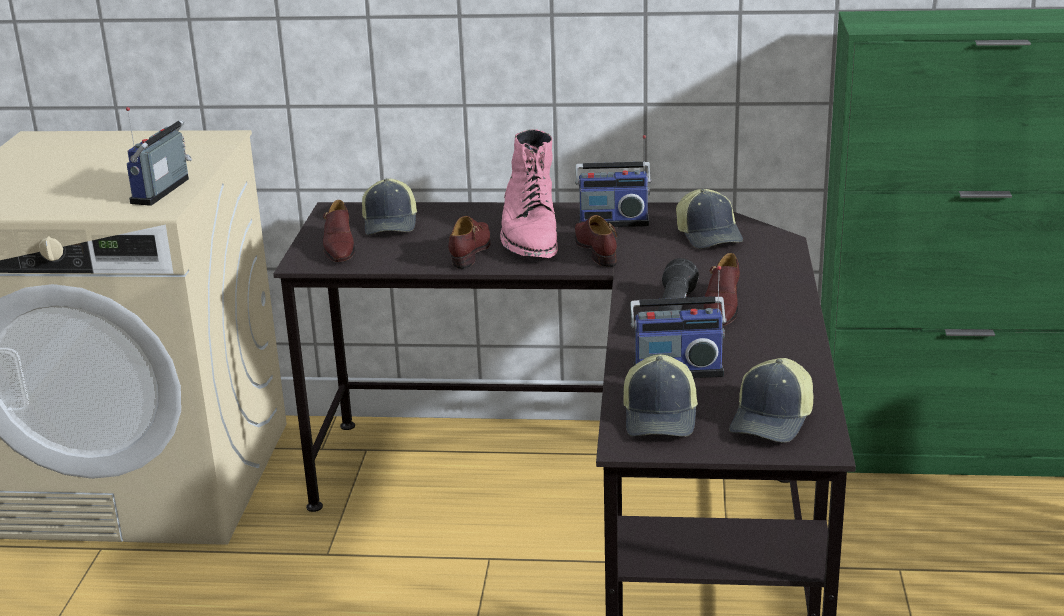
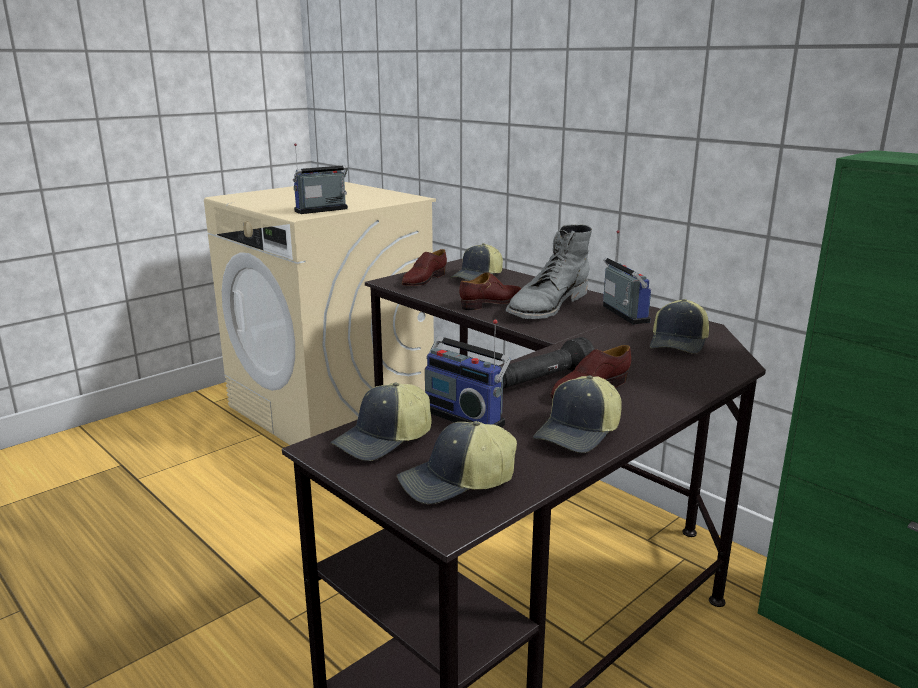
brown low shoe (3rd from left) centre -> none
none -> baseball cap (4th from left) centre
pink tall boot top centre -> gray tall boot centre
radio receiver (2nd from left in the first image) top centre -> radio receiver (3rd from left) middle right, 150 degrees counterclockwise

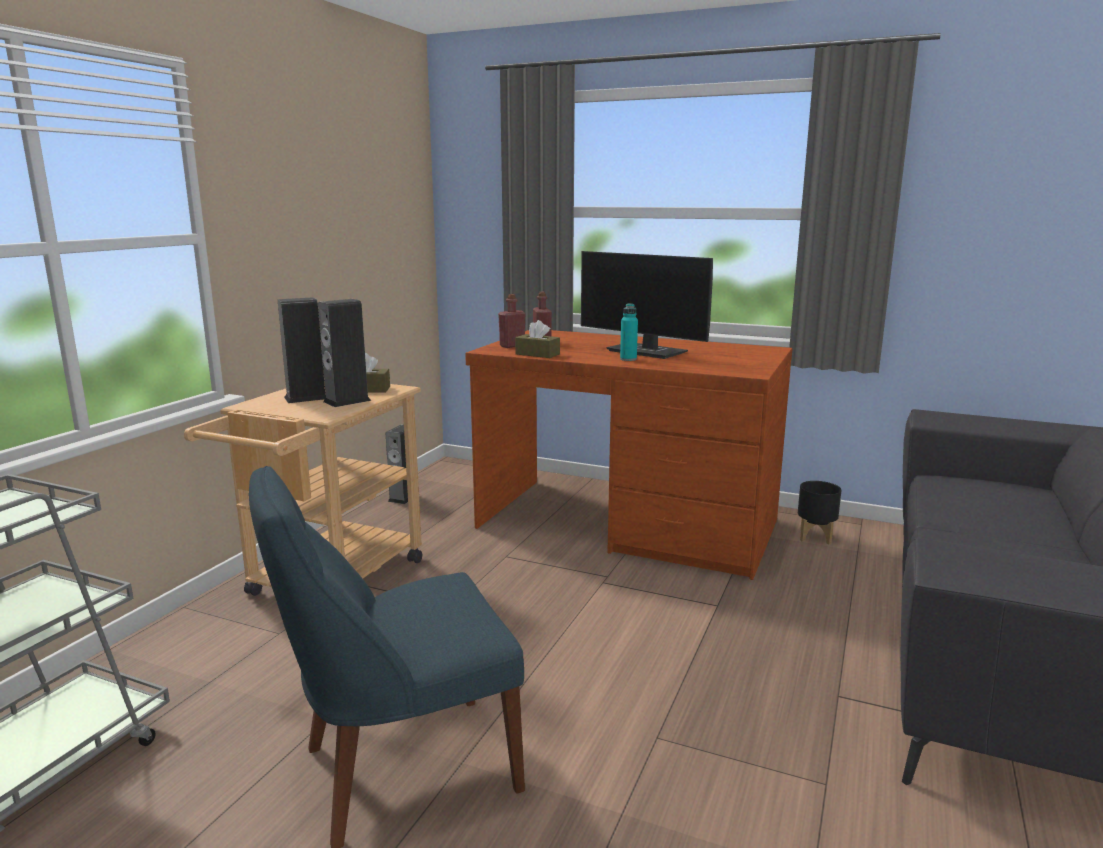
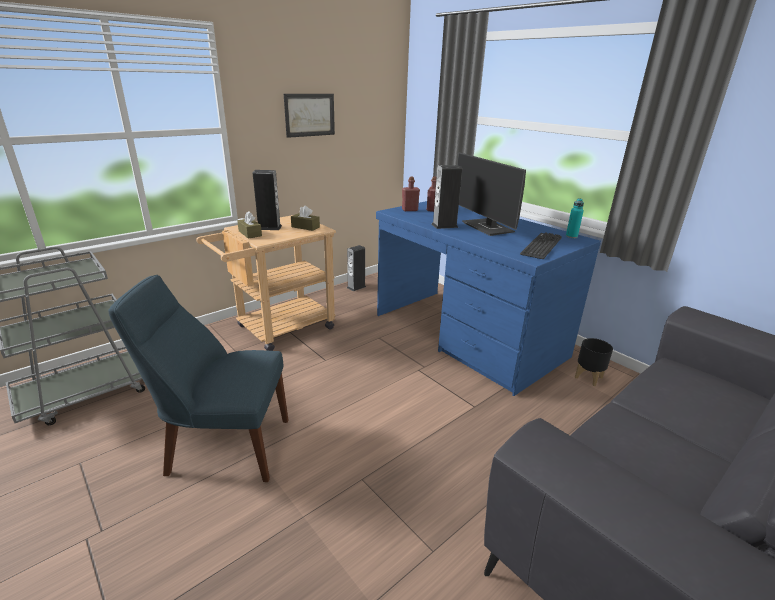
none -> picture top centre
none -> keyboard middle right
speaker (2nd from left in the first image) middle left -> speaker (3rd from left) top centre, move
brown box of tissues (2nd from left in the first image) centre -> brown box of tissues (1st from left) middle left, move
blue-green drink bottle centre -> blue-green drink bottle middle right, move
brown desk unit centre -> bluish desk unit centre

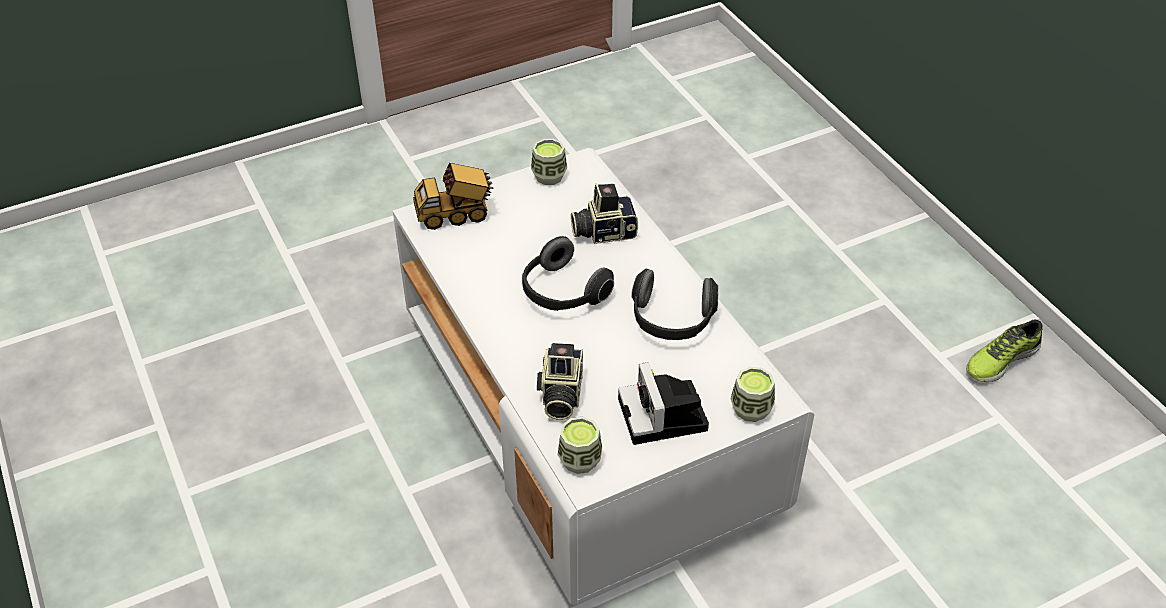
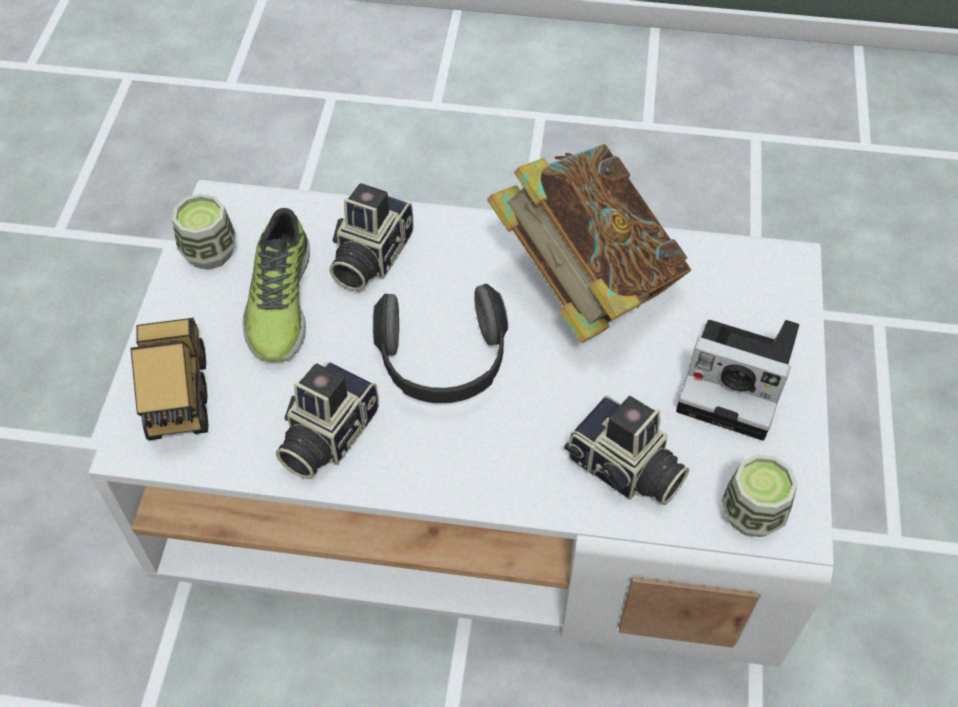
cup (3rd from left) centre -> none
none -> photo camera (1st from left) centre
low shoe middle right -> low shoe middle left, move
headset (2nd from left) centre -> book centre
model truck top centre -> model truck middle left, 150 degrees clockwise

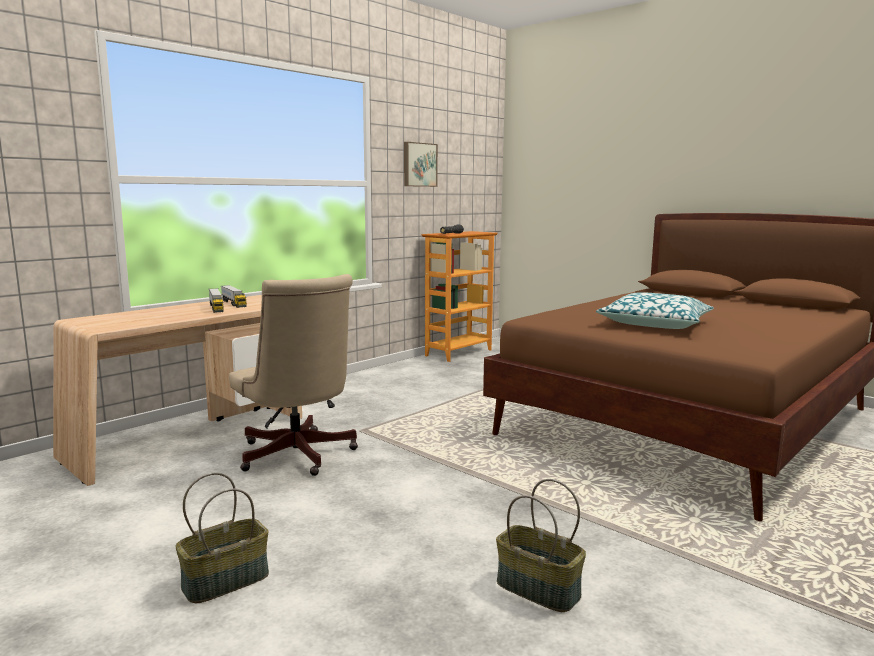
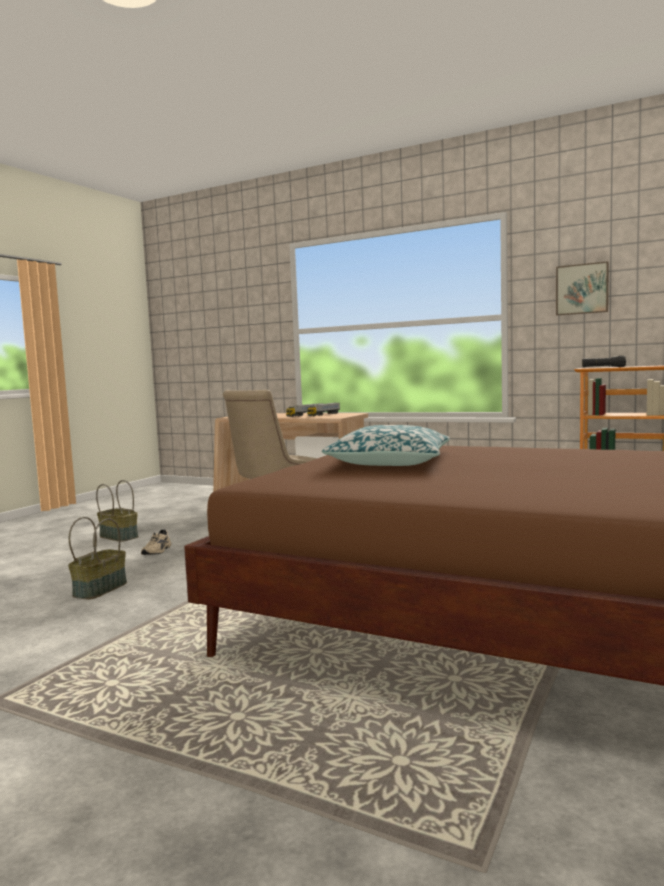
none -> beige-coloured low shoe middle left

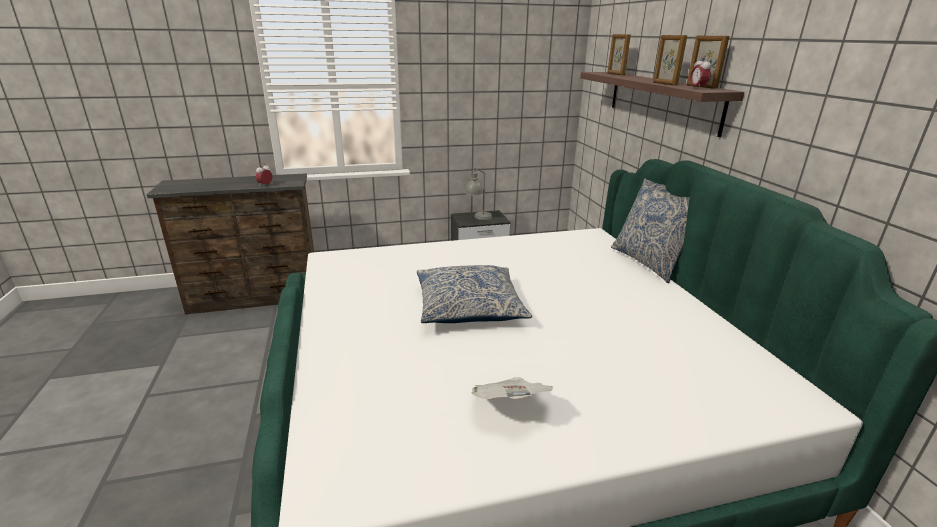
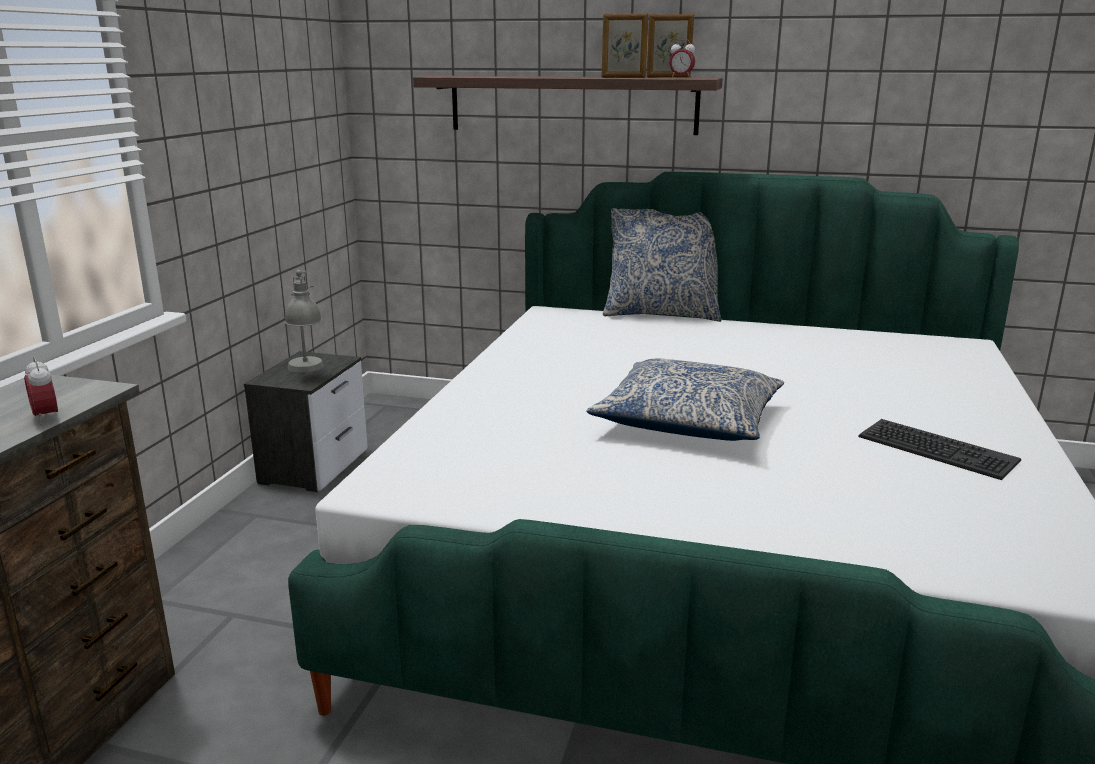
photo frame (1st from left) top centre -> none
daily paper bottom centre -> keyboard middle right

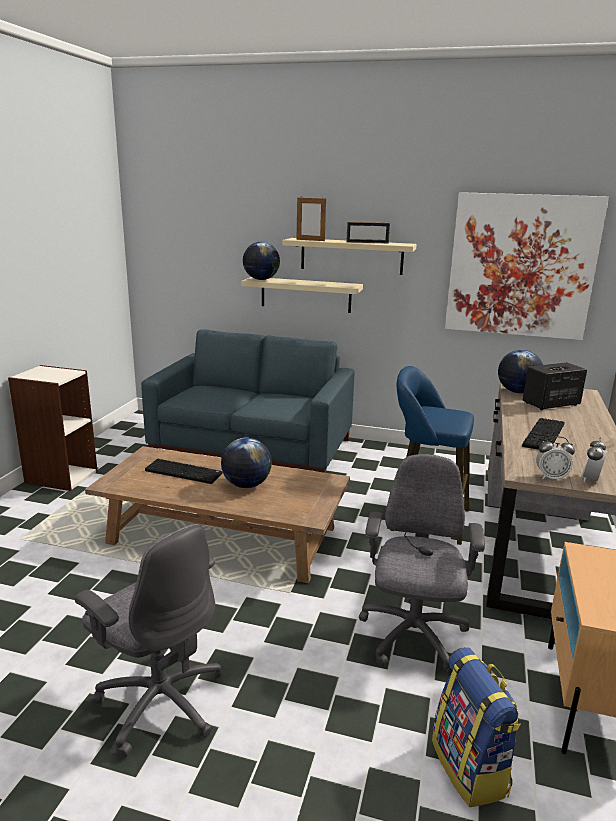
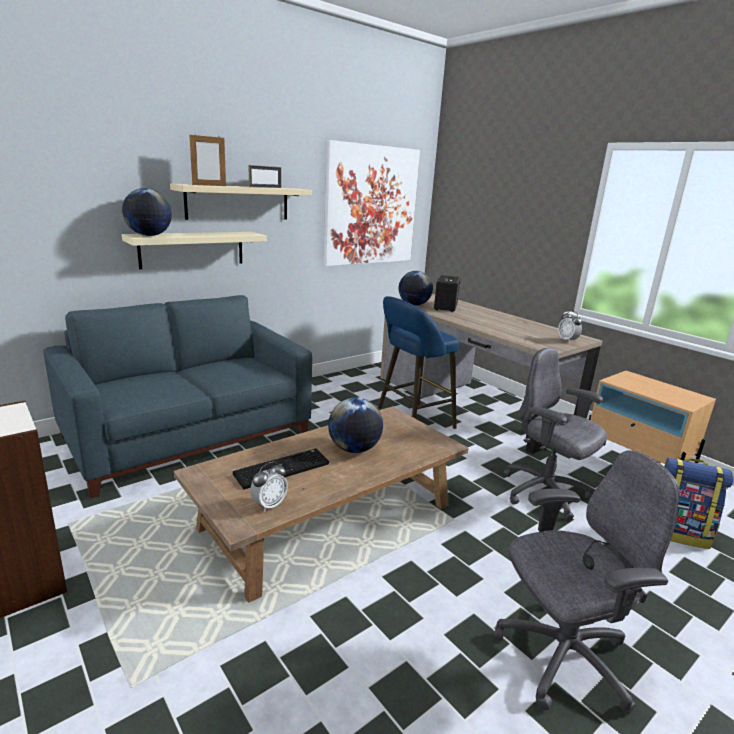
keyboard (2nd from left) middle right -> none
table clock (1st from left) middle right -> table clock (1st from left) centre, move

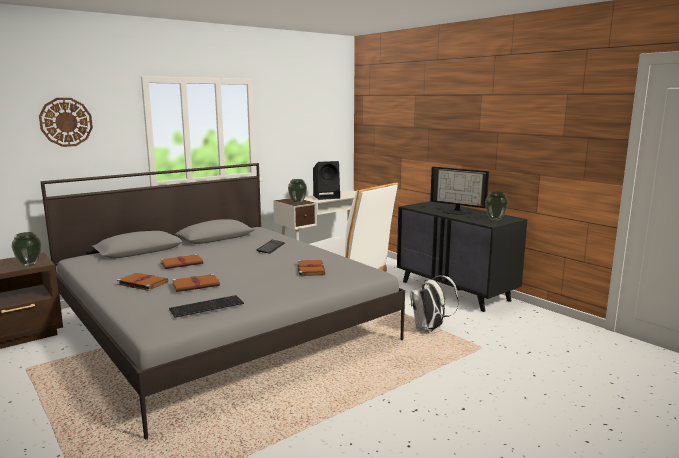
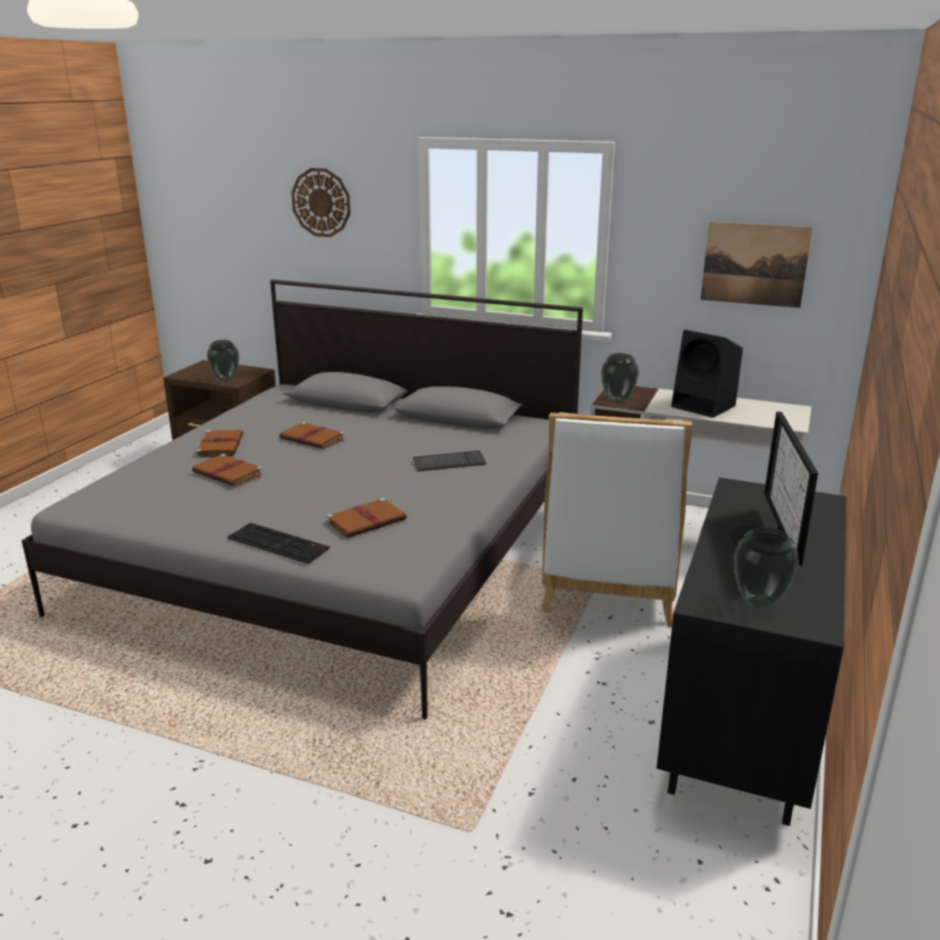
whitish backpack centre -> none
none -> picture top right
keyboard (1st from left) bottom left -> keyboard (1st from left) middle left, move

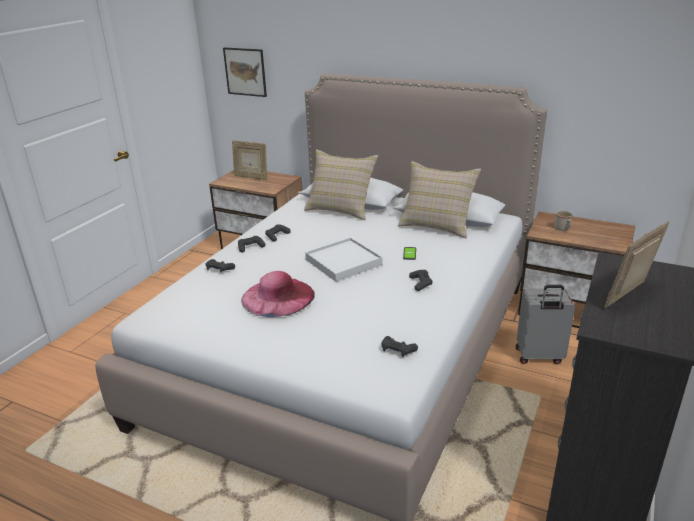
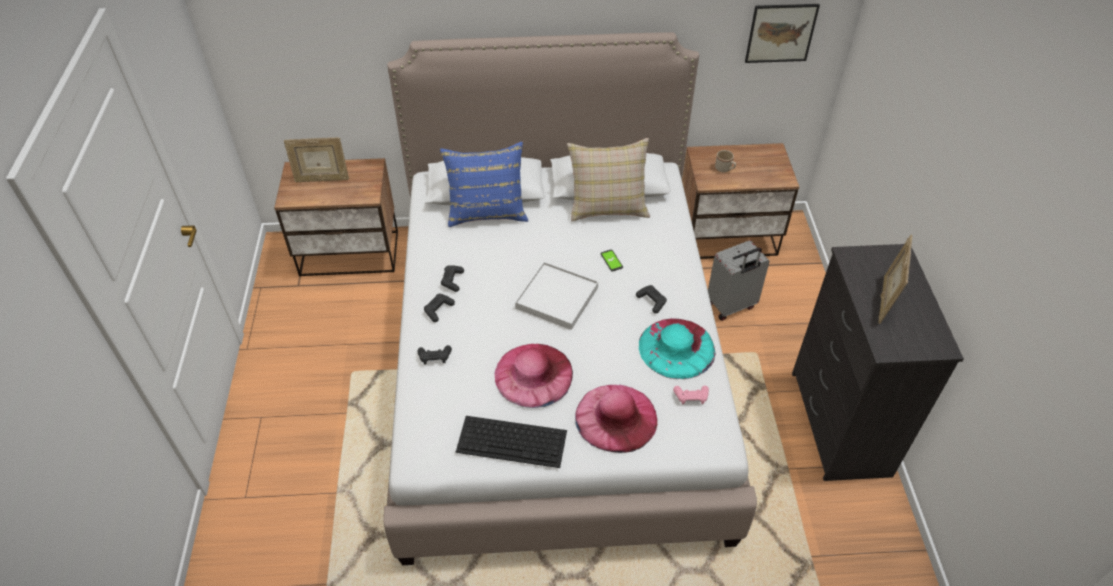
none -> keyboard bottom centre
none -> pink hat (2nd from left) bottom centre
none -> blue-green hat centre
picture top centre -> picture top right, move
beige-coloured pillow (1st from left) centre -> bluish pillow top centre
black-coloured gamepad (4th from left) centre -> pink gamepad bottom centre

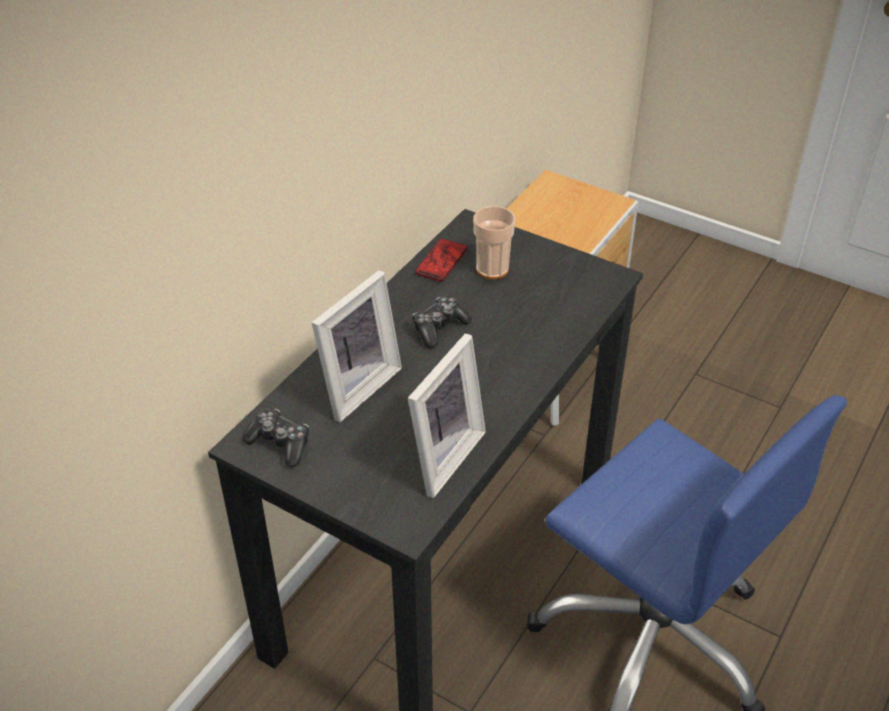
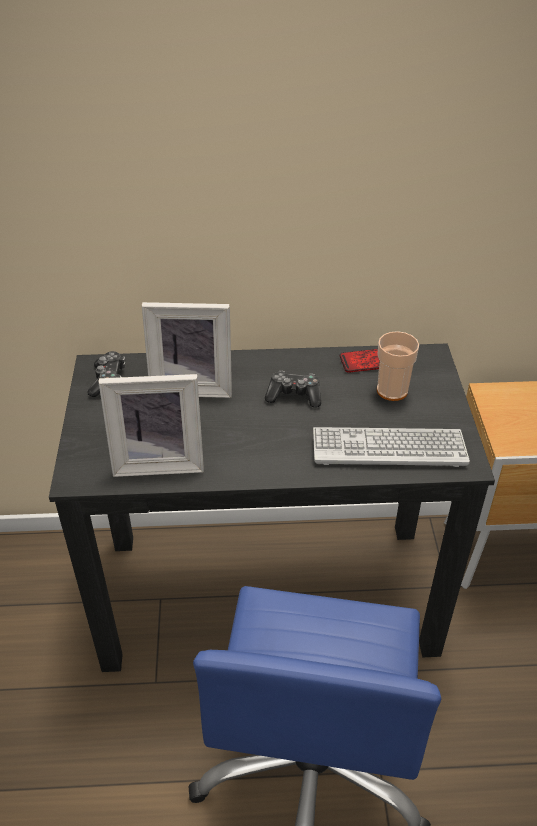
none -> keyboard middle right

